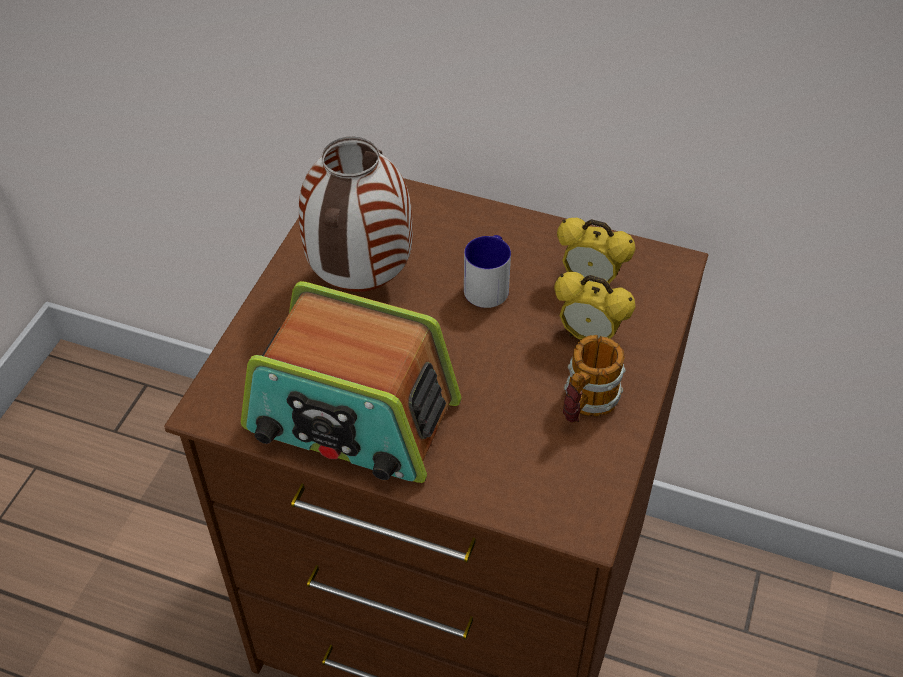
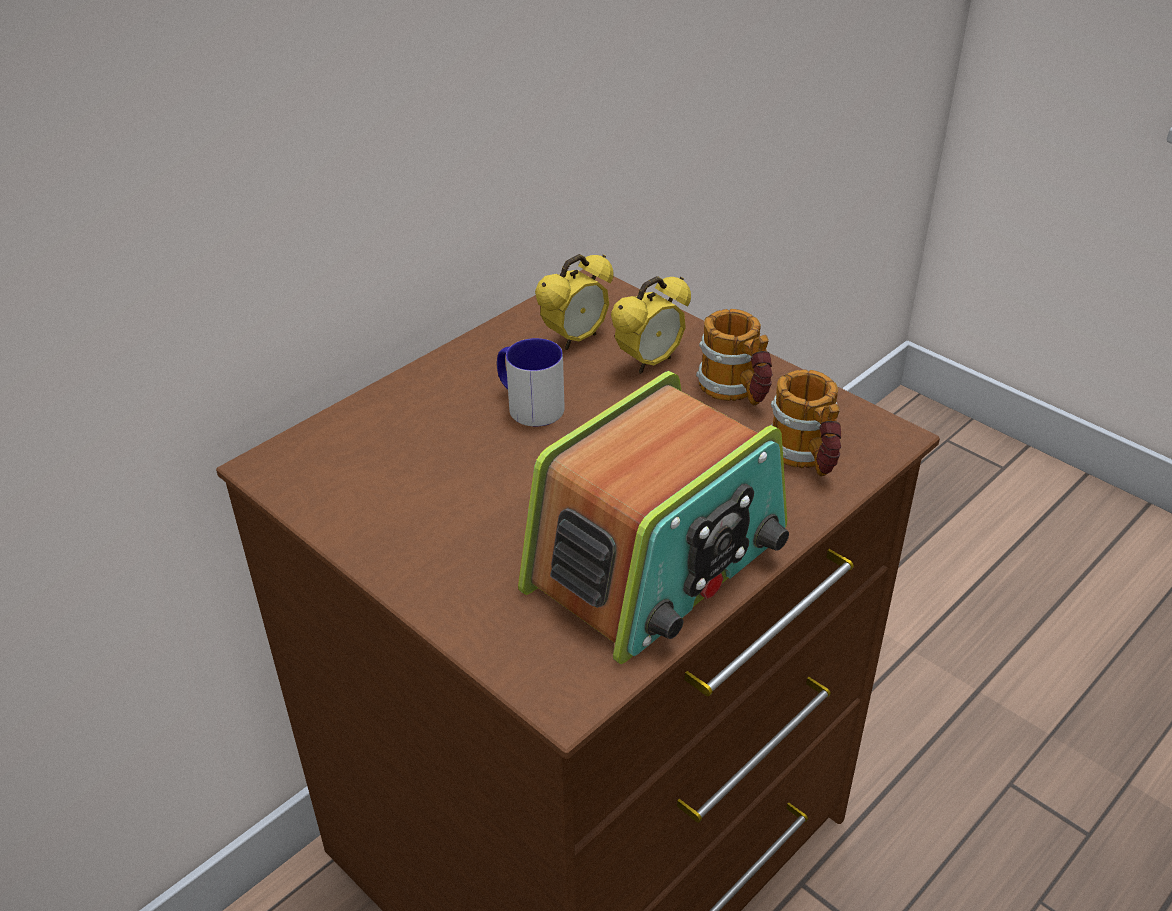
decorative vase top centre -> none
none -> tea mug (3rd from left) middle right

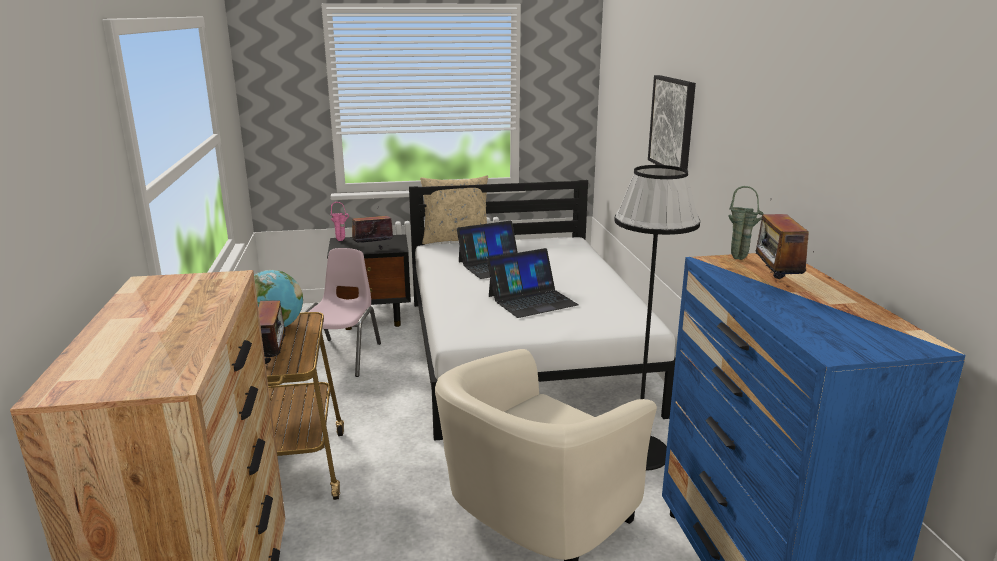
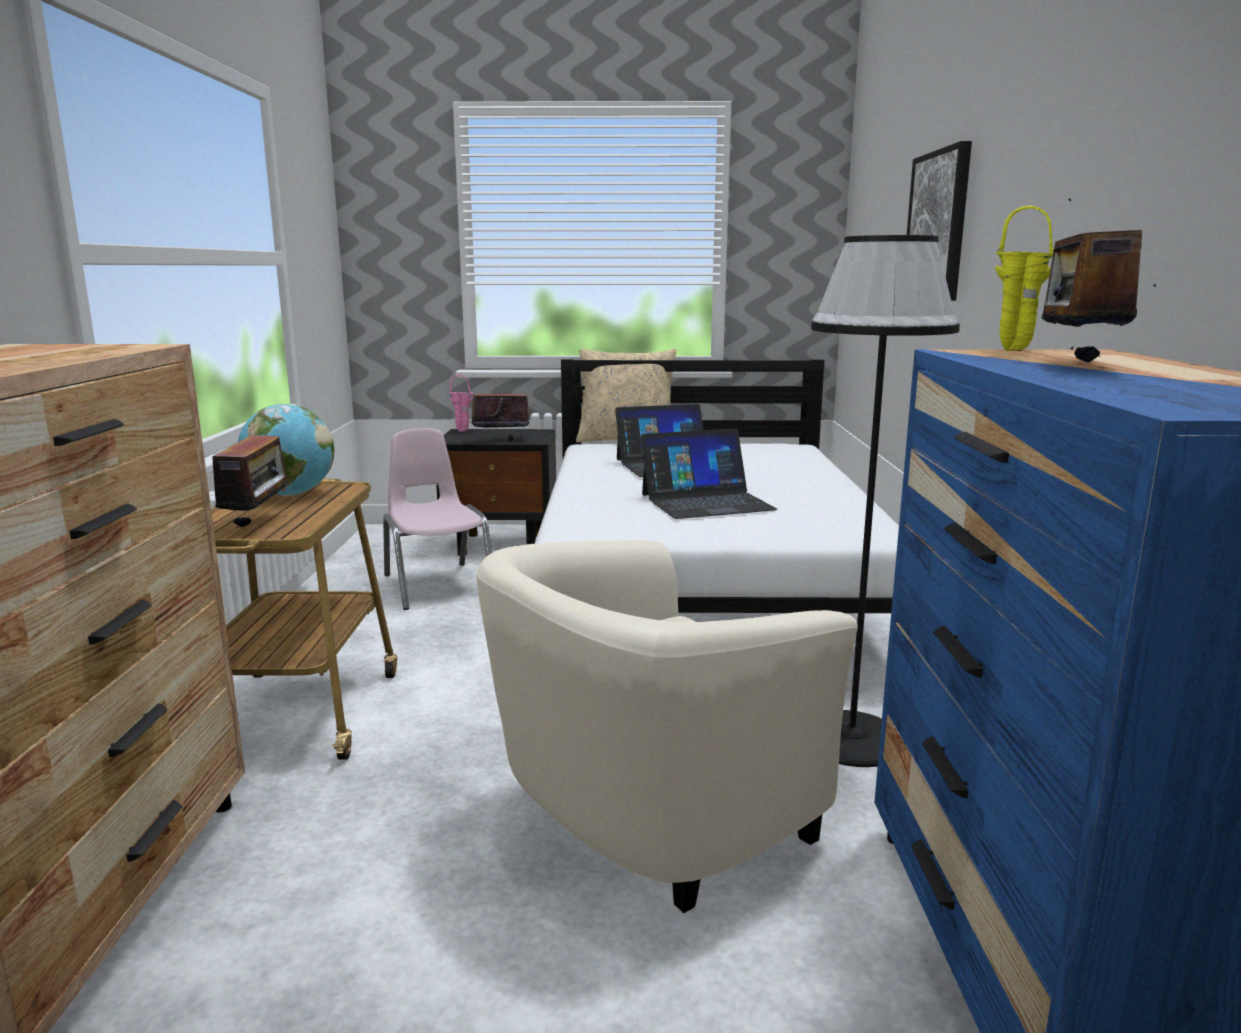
green-coloured decorative vase middle right -> yellow-coloured decorative vase top right
pink upright chair centre, 45 degrees counterclockwise

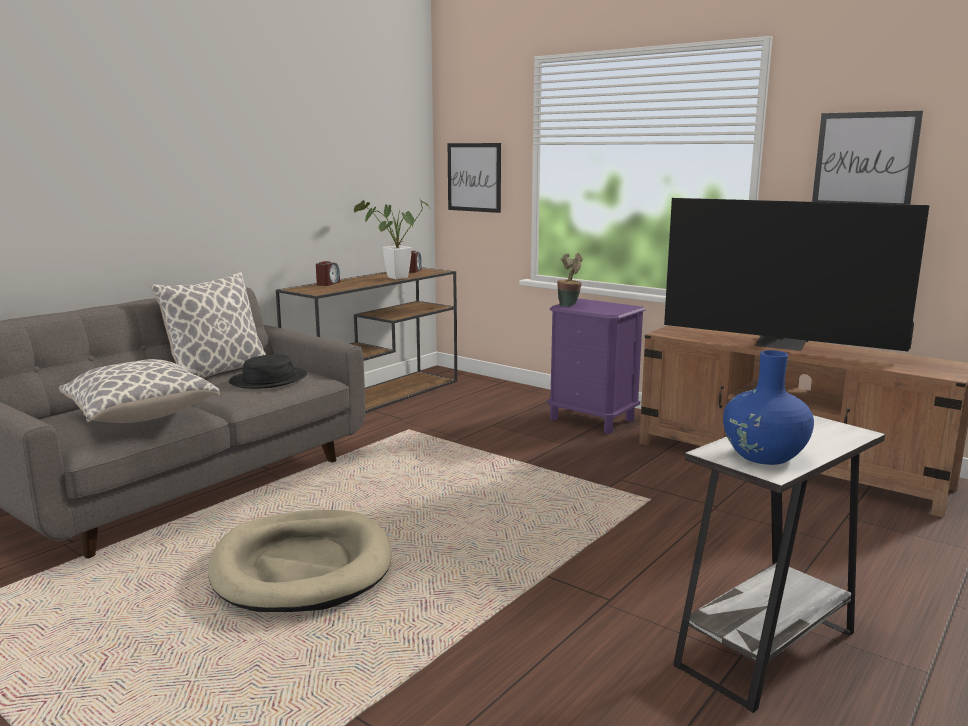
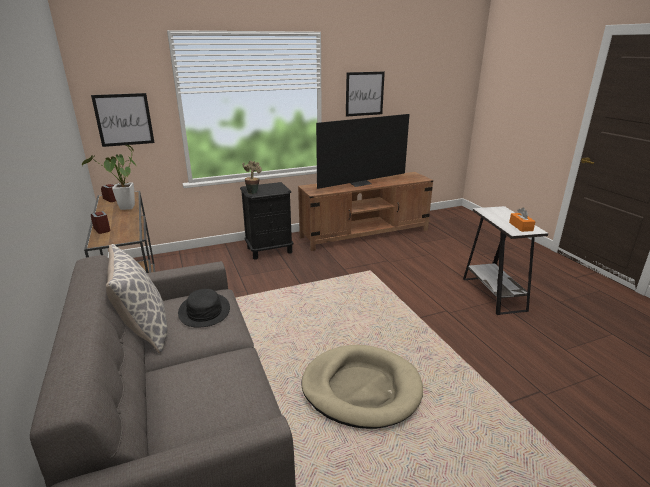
pillow (1st from left) middle left -> none
bluish decorative vase middle right -> orangey box of tissues middle right
purplish nightstand centre -> black-coloured nightstand centre

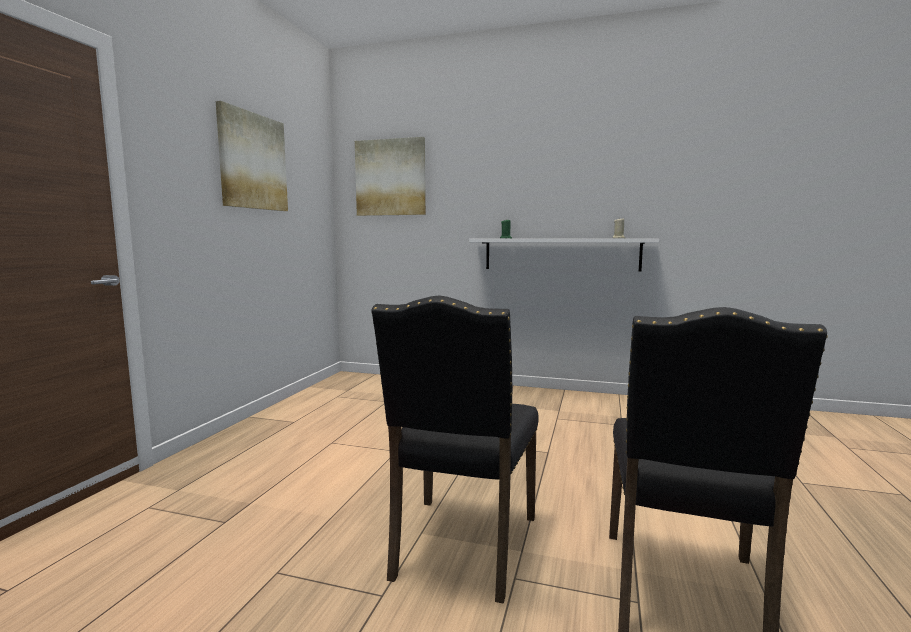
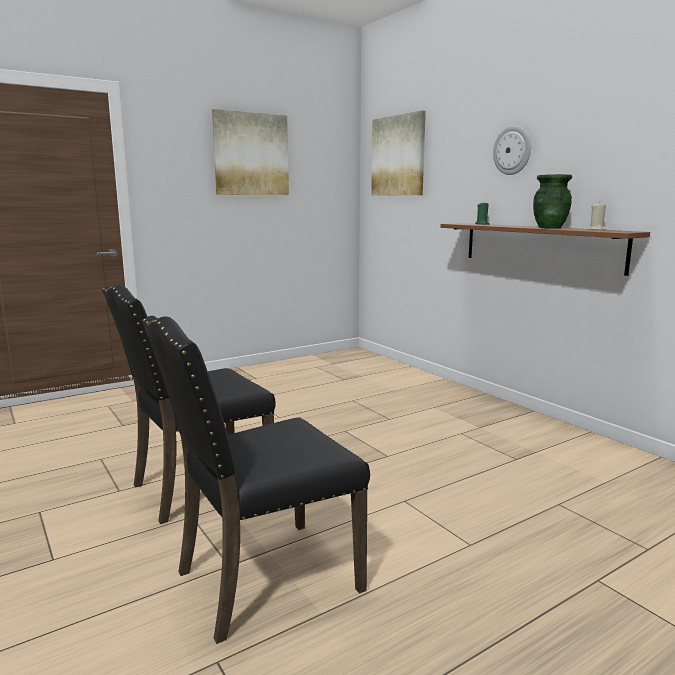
none -> clock on the wall top right
none -> green-coloured decorative vase top right
whitish bracket shelf centre -> brown bracket shelf middle right

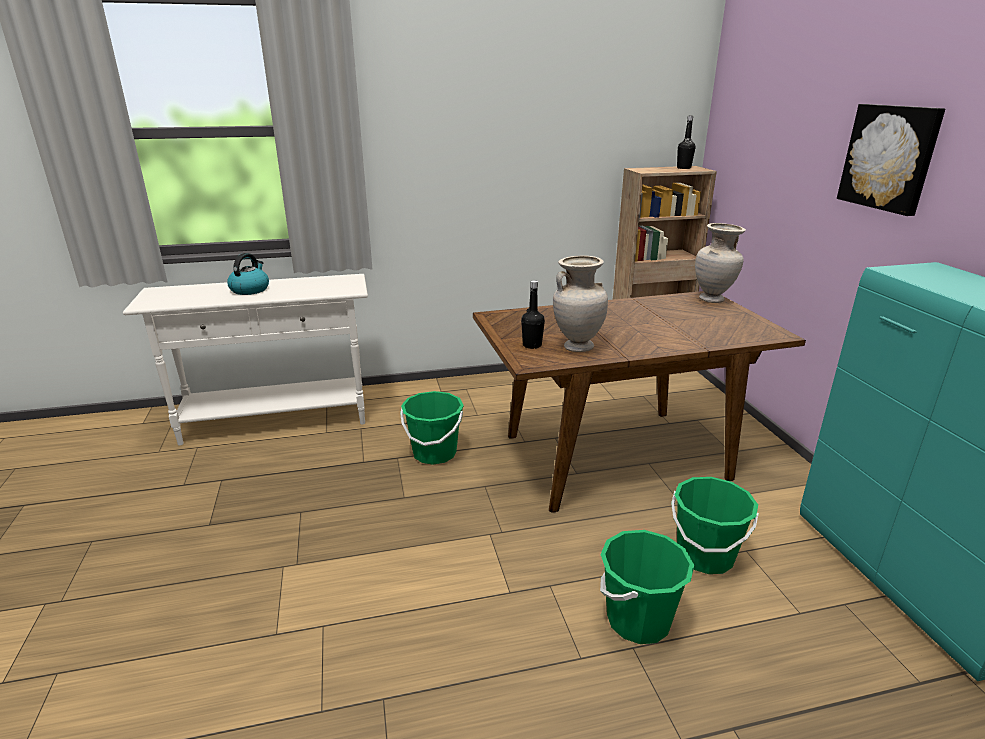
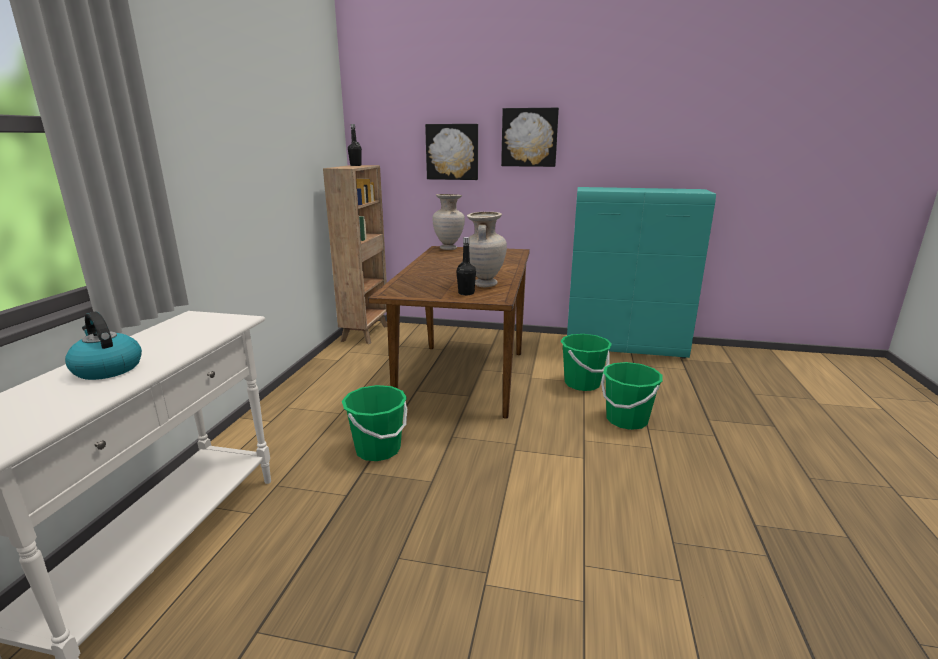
none -> picture (1st from left) top centre

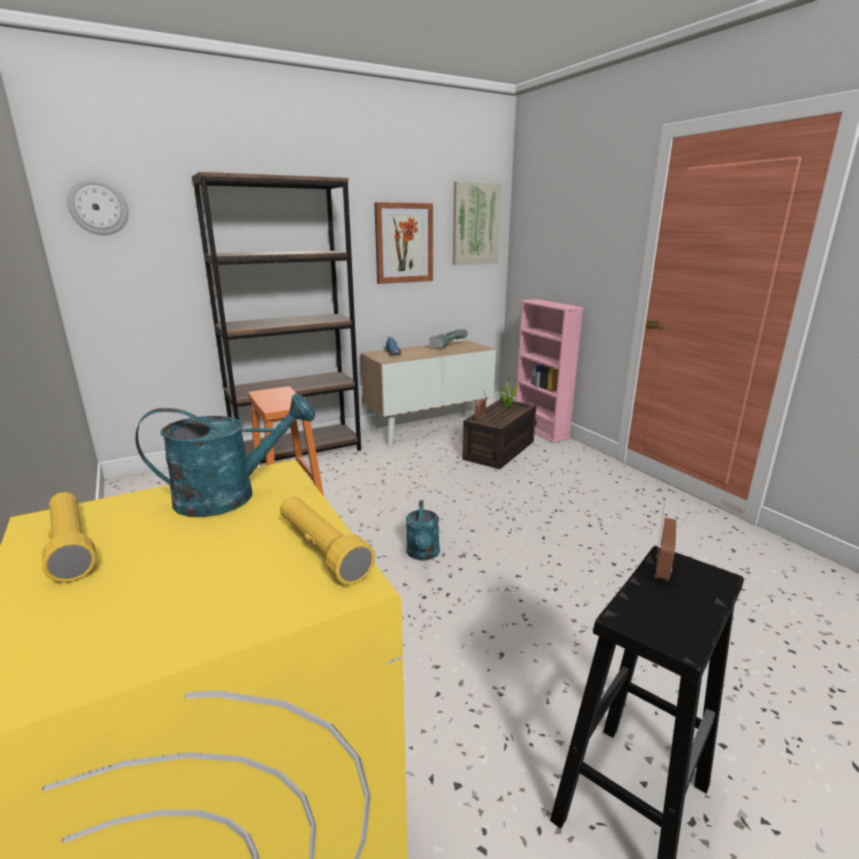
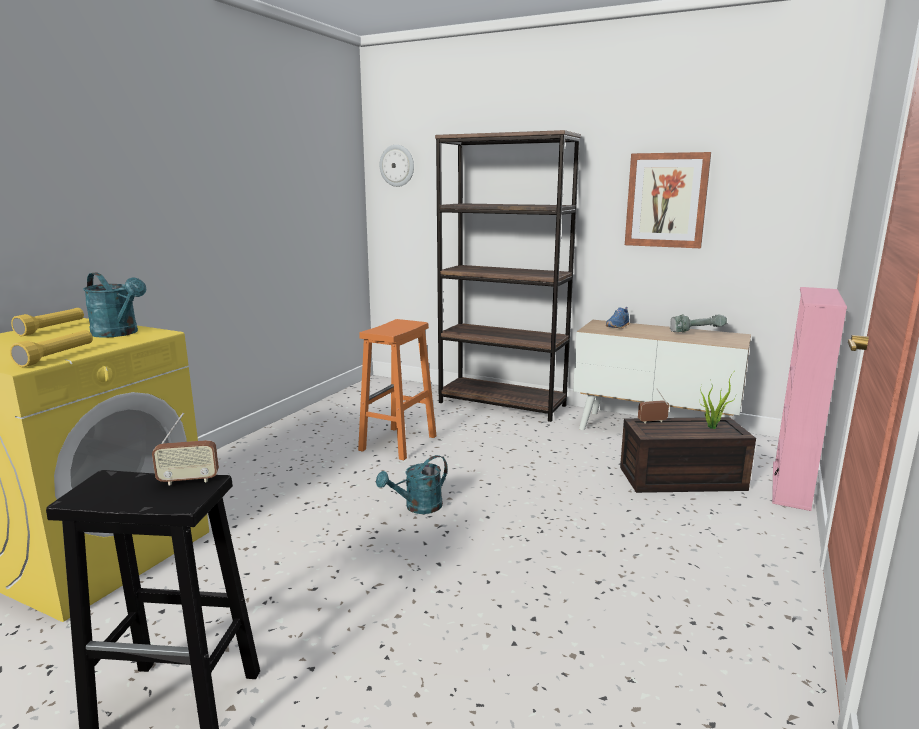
picture (2nd from left) top centre -> none

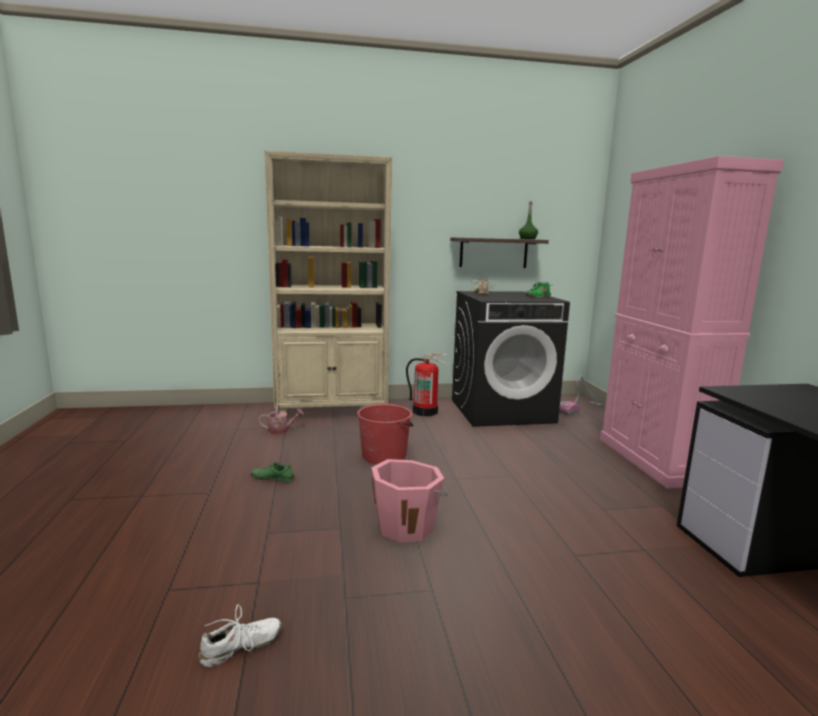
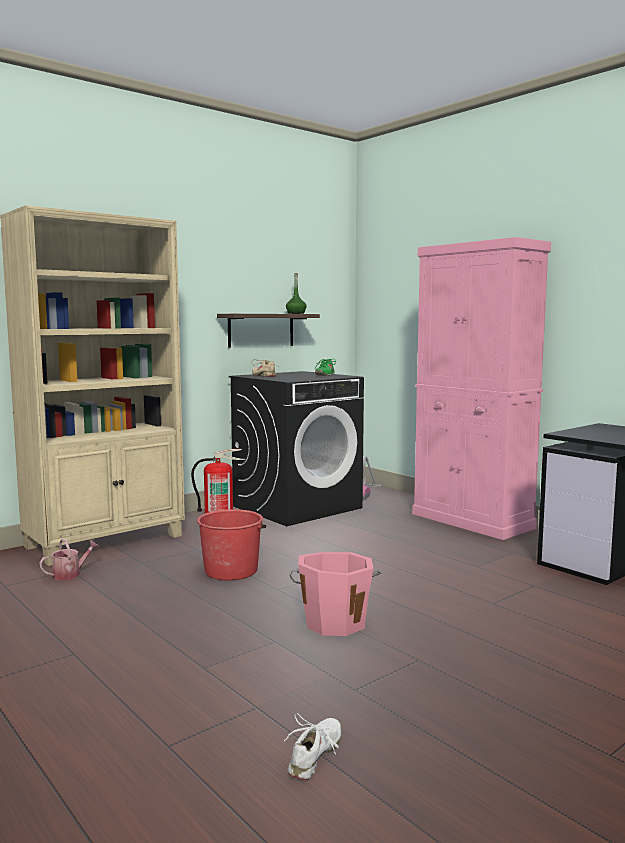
green-coloured low shoe (1st from left) centre -> none

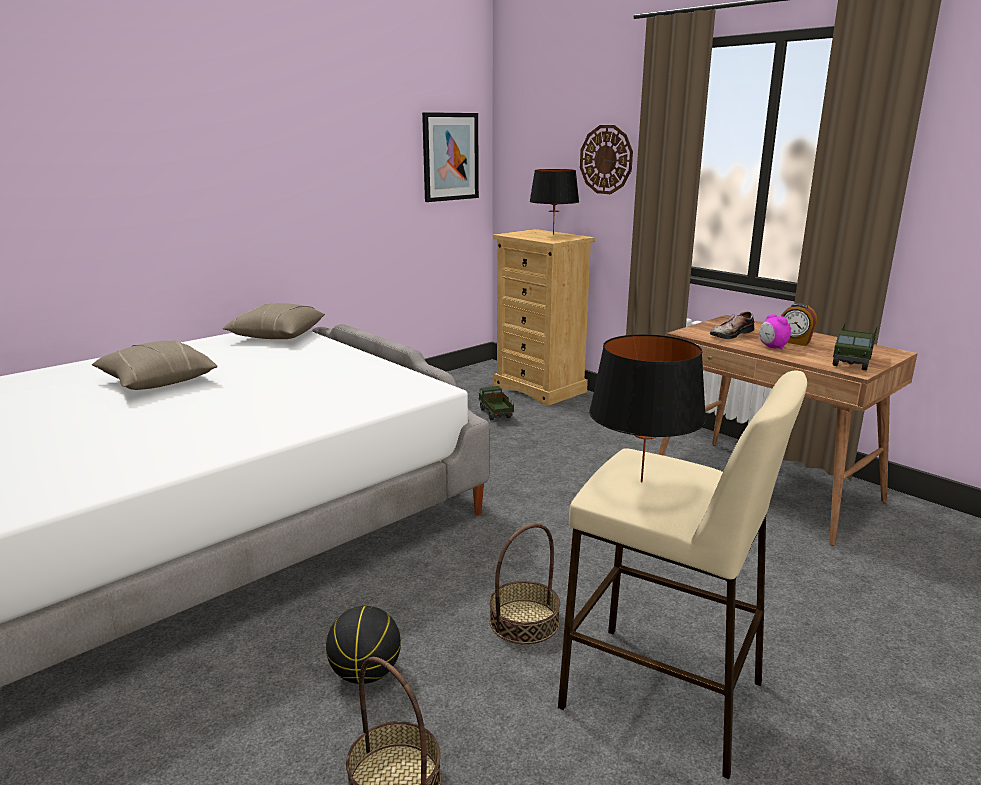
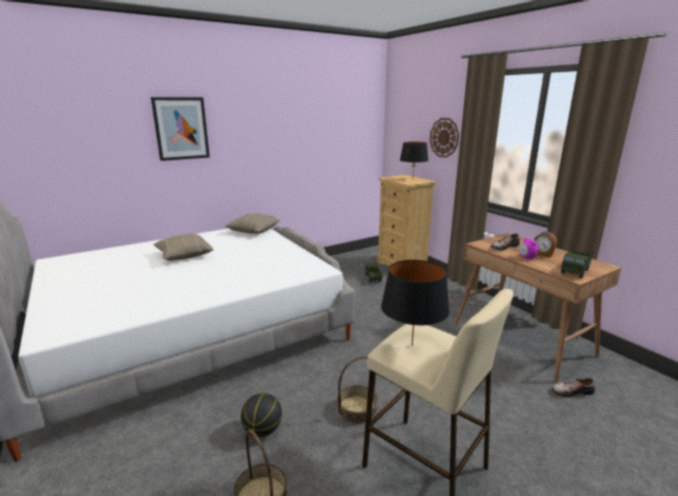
none -> low shoe (2nd from left) bottom right
picture top centre -> picture top left, move

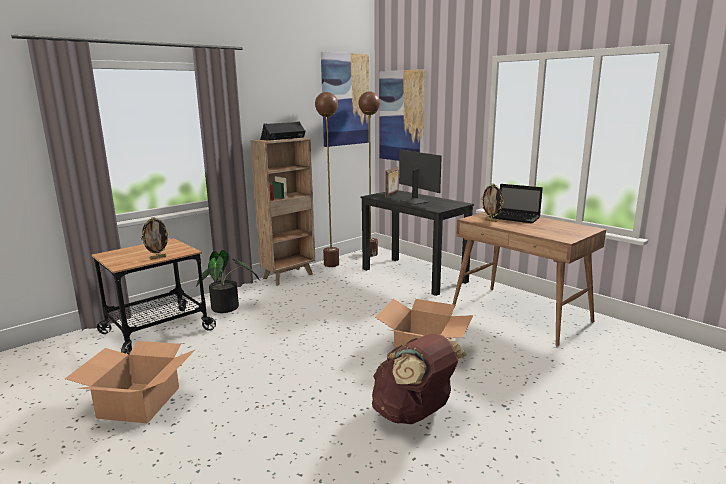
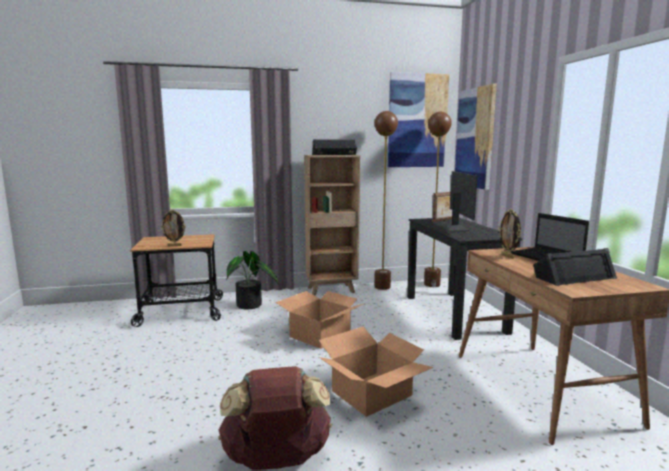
none -> black-coloured speaker (2nd from left) middle right
cardboard box (1st from left) bottom left -> cardboard box (1st from left) bottom centre, move

